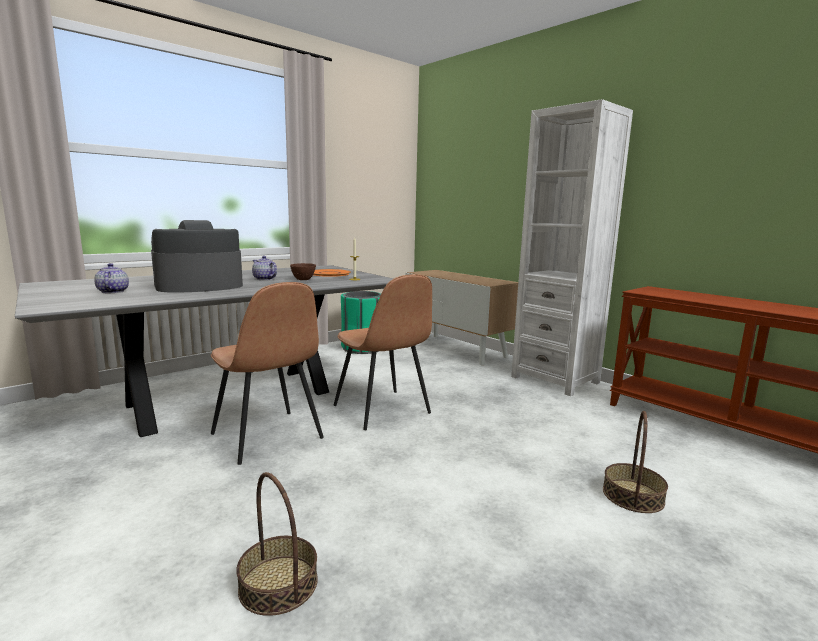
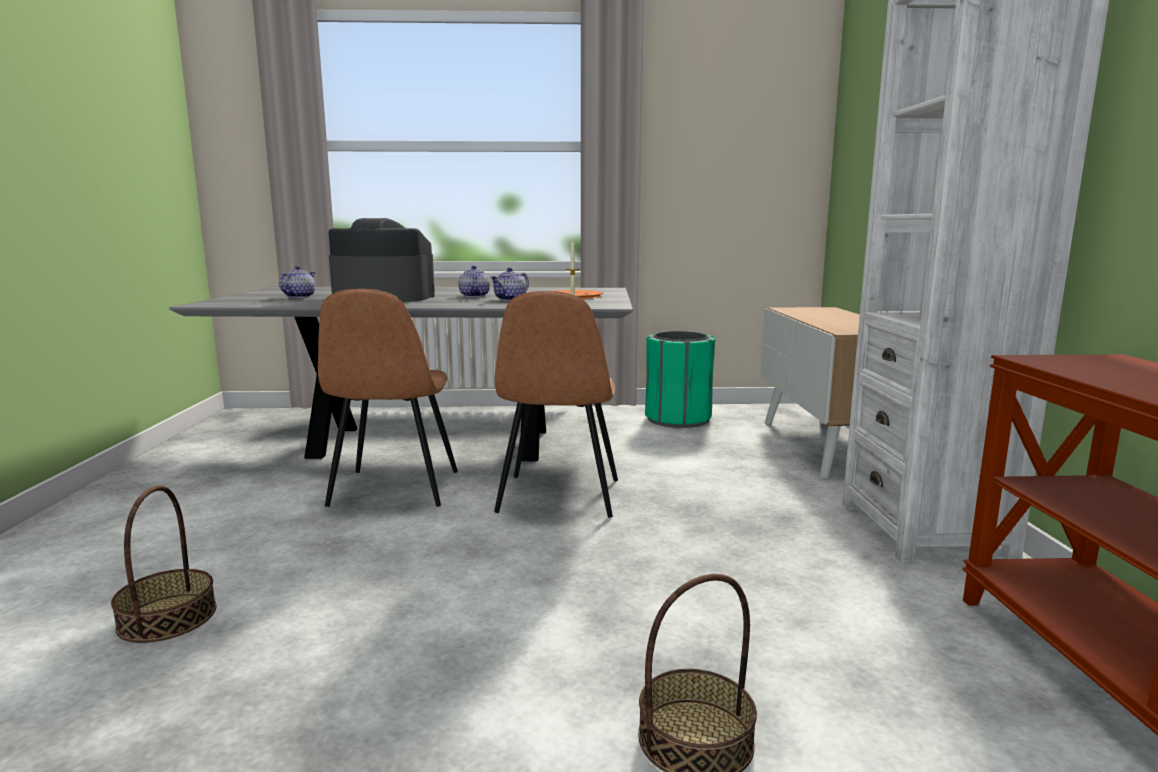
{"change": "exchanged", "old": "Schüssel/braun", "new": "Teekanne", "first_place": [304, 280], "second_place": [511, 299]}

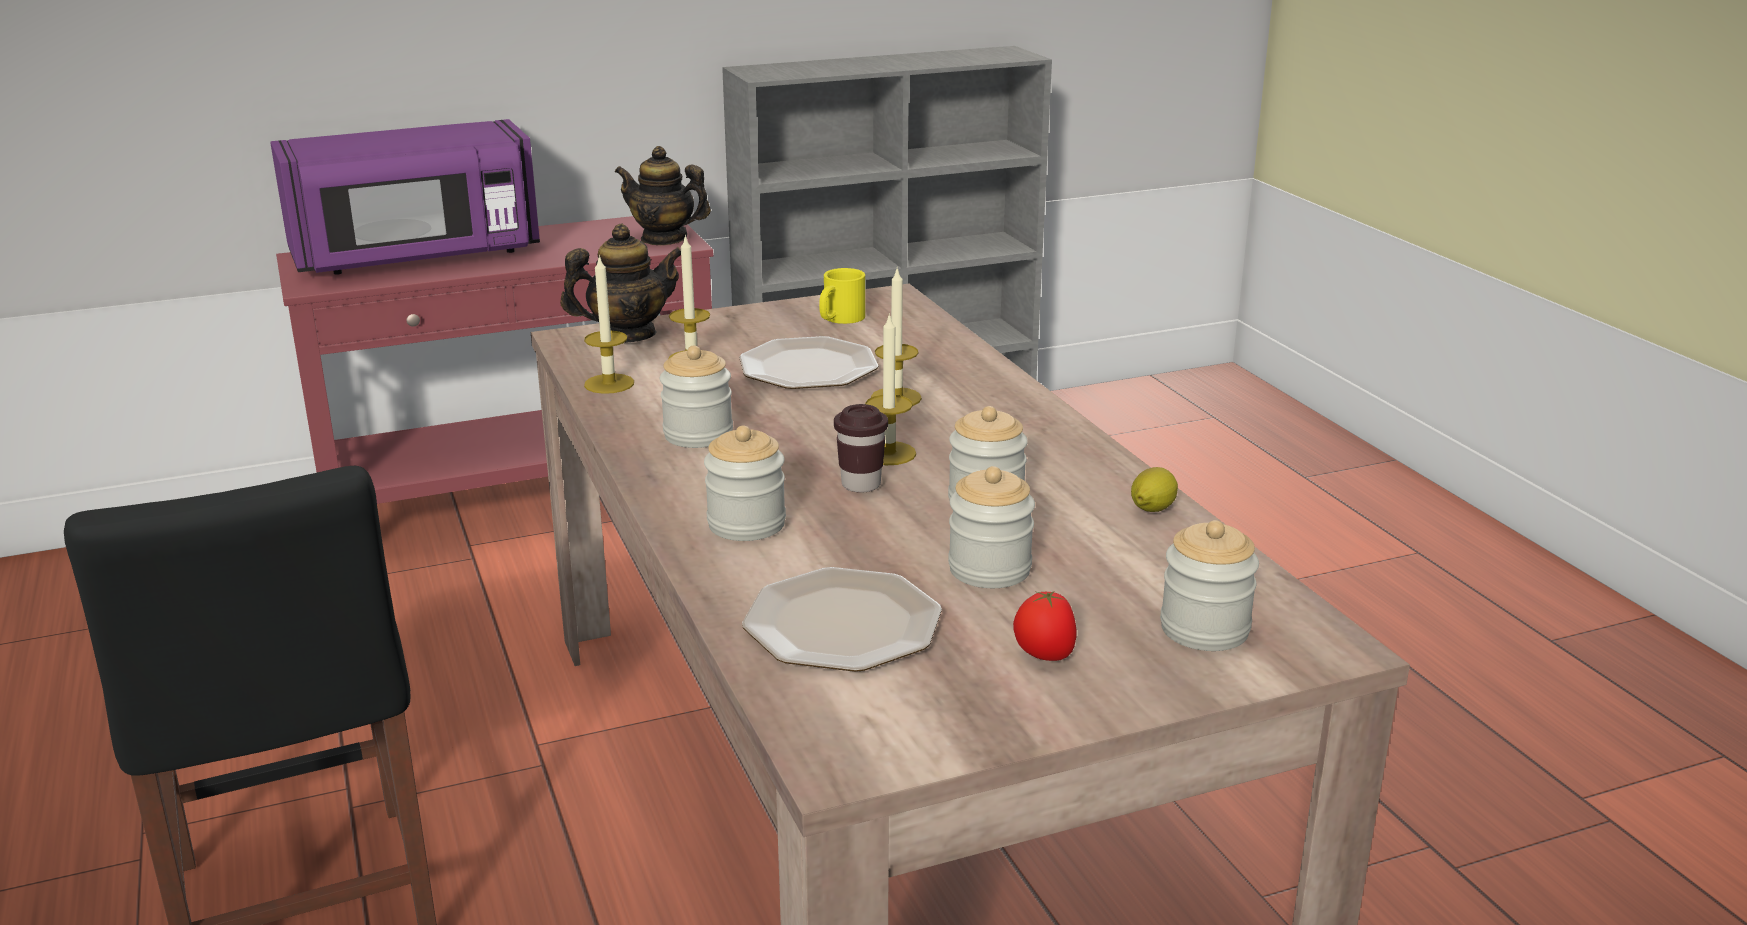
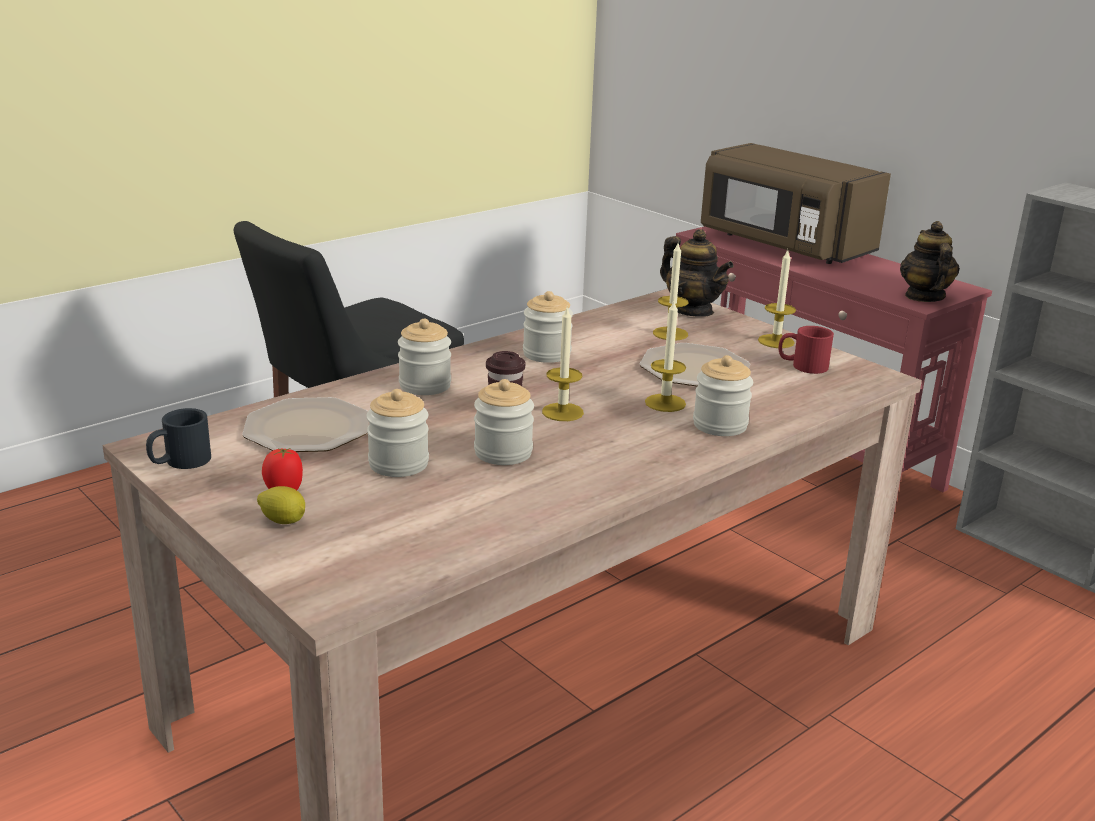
{"change": "colour", "old": "Mikrowelle/lila", "new": "Mikrowelle/braun", "first_place": [417, 257], "second_place": [783, 245]}
{"change": "relocated", "old": "Kerze", "first_place": [609, 384], "second_place": [776, 341]}
{"change": "colour", "old": "Henkelbecher/gelb", "new": "Henkelbecher/rot", "first_place": [839, 319], "second_place": [802, 365]}
{"change": "relocated", "old": "Zitrone", "first_place": [1151, 510], "second_place": [283, 521]}
{"change": "relocated", "old": "Vorratsglas", "first_place": [1204, 629], "second_place": [720, 425]}
{"change": "appeared", "new": "Henkelbecher/schwarz", "second_place": [179, 462]}

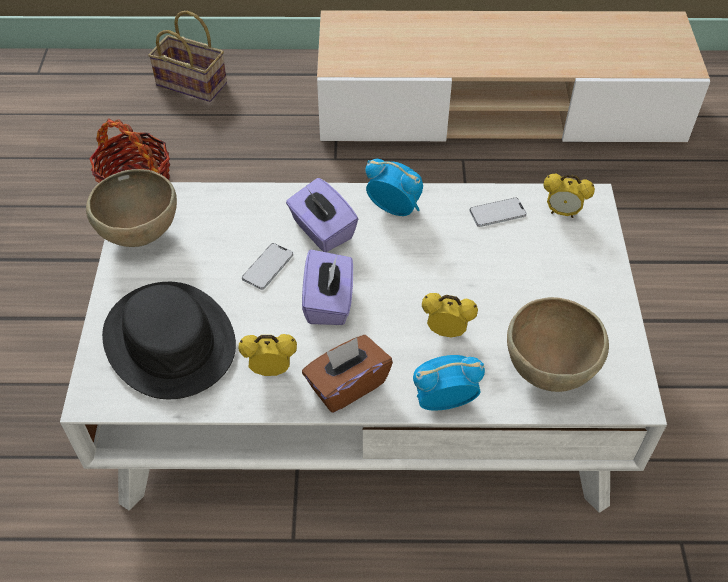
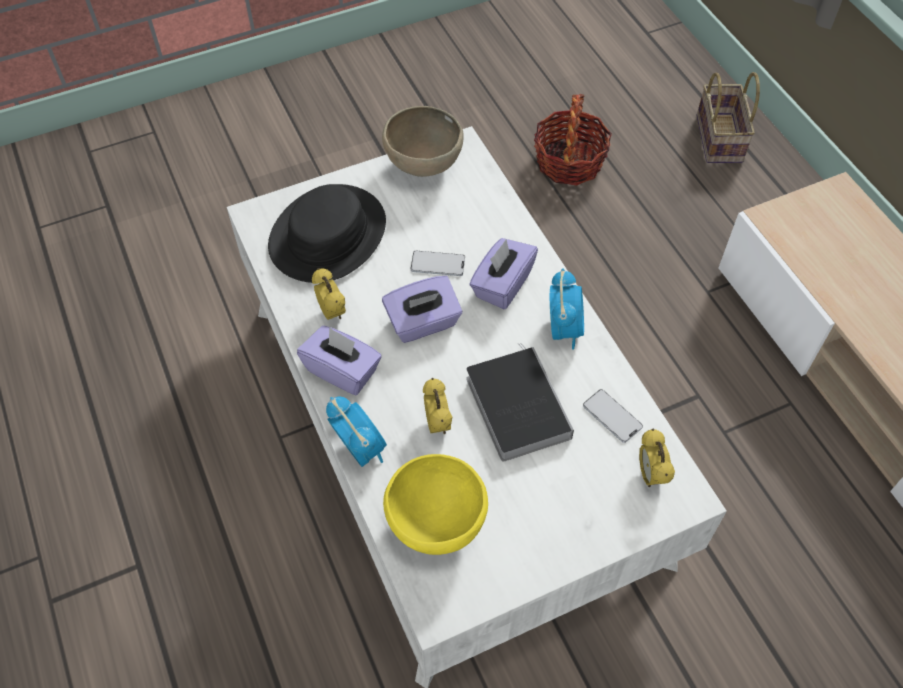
{"change": "colour", "old": "Taschentuchbox/braun", "new": "Taschentuchbox/lila", "first_place": [347, 385], "second_place": [342, 371]}
{"change": "colour", "old": "Schüssel/braun", "new": "Schüssel/gelb", "first_place": [548, 369], "second_place": [436, 523]}
{"change": "appeared", "new": "Buch", "second_place": [515, 404]}

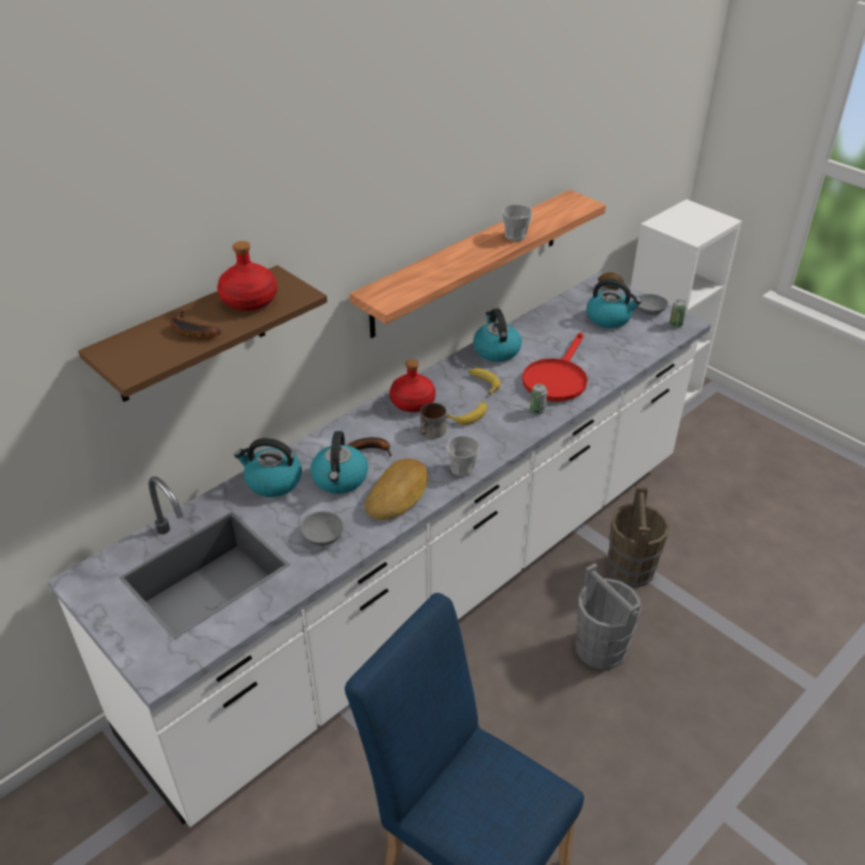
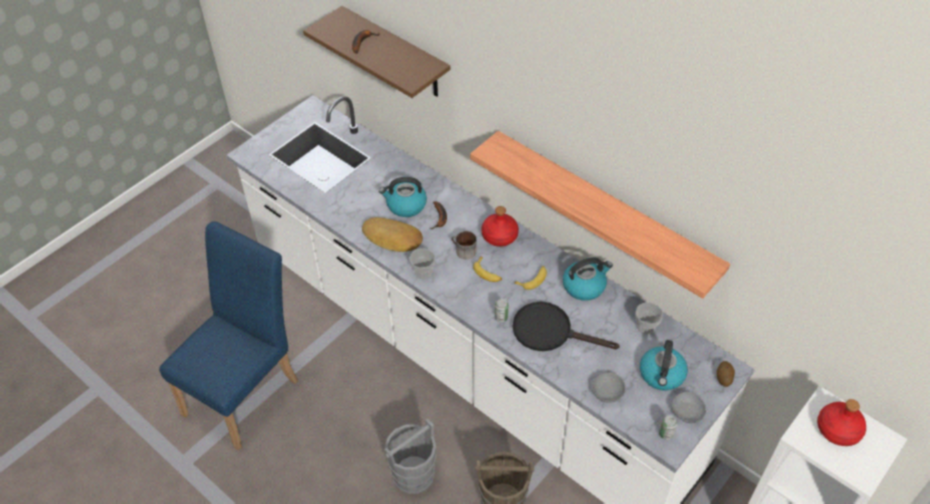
{"change": "relocated", "old": "Flasche/rot", "first_place": [249, 300], "second_place": [838, 430]}
{"change": "missing", "old": "Wasserkessel", "first_place": [272, 481]}
{"change": "relocated", "old": "Schüssel/grau", "first_place": [321, 536], "second_place": [607, 391]}
{"change": "relocated", "old": "Tasse", "first_place": [515, 236], "second_place": [646, 327]}
{"change": "colour", "old": "Pfanne/rot", "new": "Pfanne/schwarz", "first_place": [557, 378], "second_place": [550, 331]}

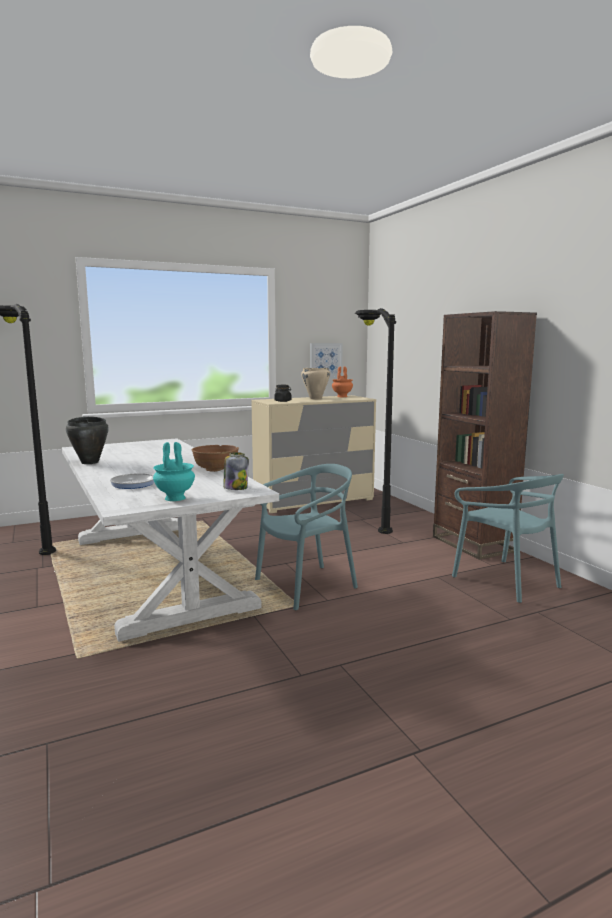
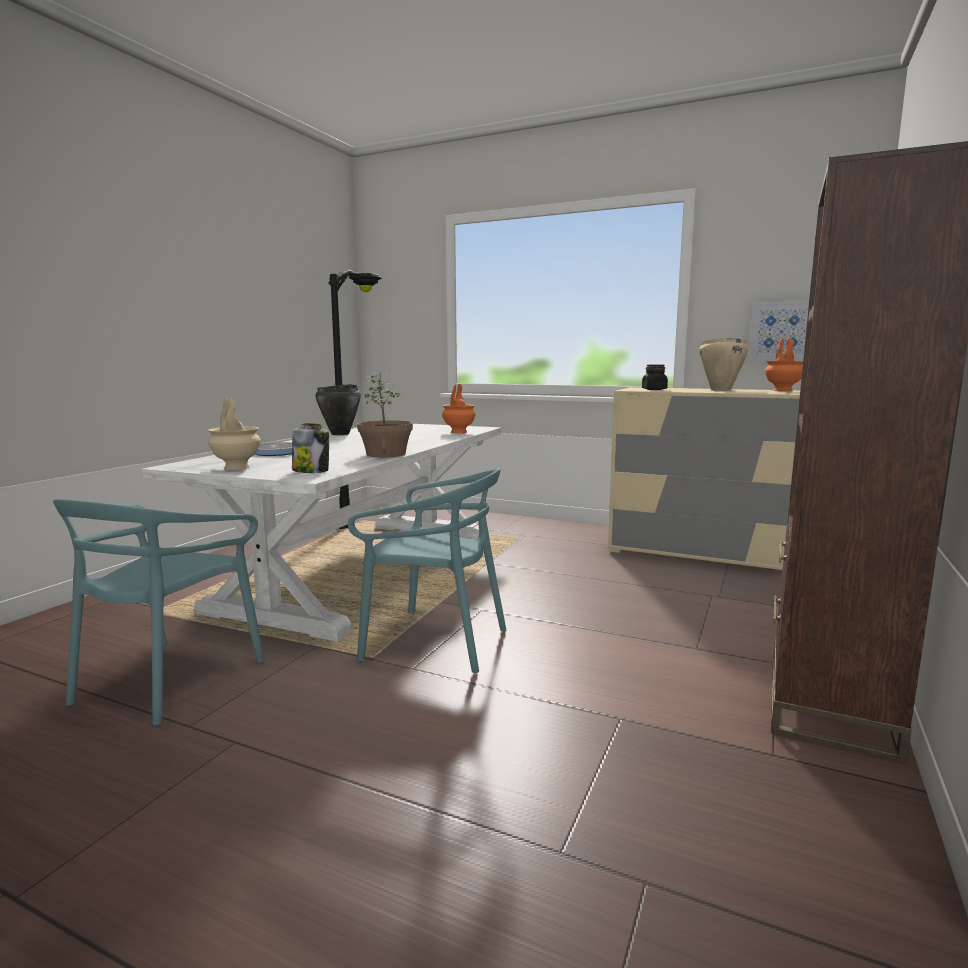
{"change": "colour", "old": "Vase/türkis", "new": "Vase/beige", "first_place": [174, 498], "second_place": [236, 467]}
{"change": "exchanged", "old": "Schüssel/braun", "new": "Topfpflanze", "first_place": [215, 469], "second_place": [386, 454]}
{"change": "missing", "old": "Stehlampe/schwarz", "first_place": [370, 518]}
{"change": "relocated", "old": "Stuhl/türkis", "first_place": [506, 580], "second_place": [168, 679]}
{"change": "appeared", "new": "Vase/orange", "second_place": [459, 432]}

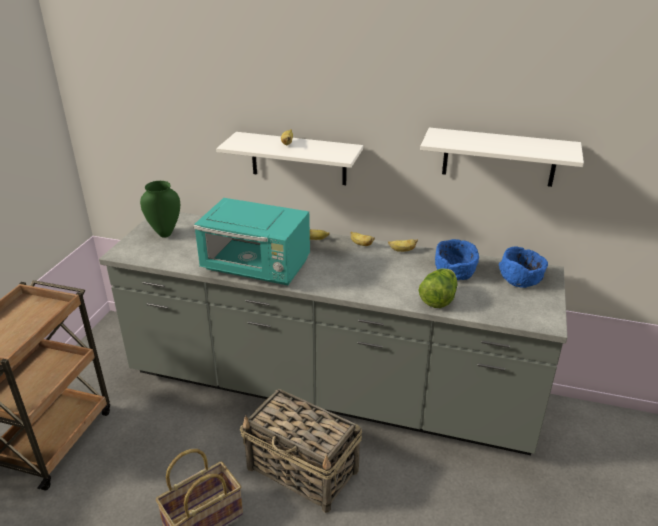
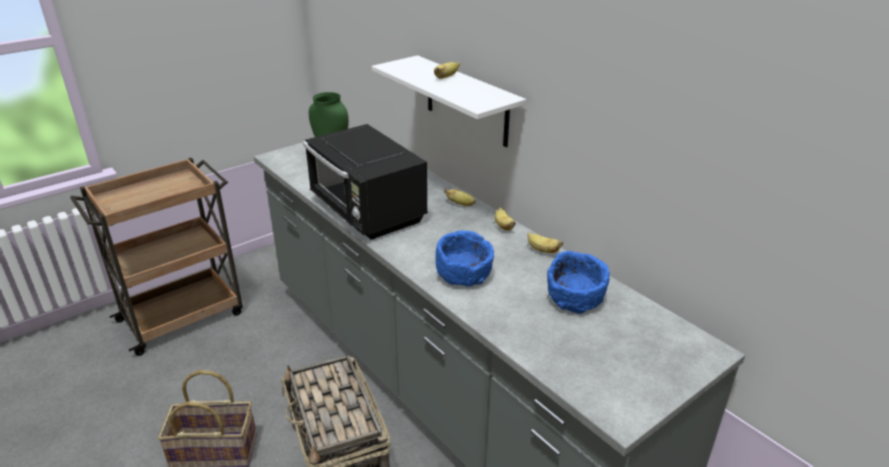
{"change": "colour", "old": "Mikrowelle/türkis", "new": "Mikrowelle/schwarz", "first_place": [257, 268], "second_place": [367, 212]}
{"change": "missing", "old": "Salatkopf", "first_place": [438, 299]}
{"change": "missing", "old": "Wandregal/weiß", "first_place": [499, 157]}
{"change": "relocated", "old": "Schüssel/blau", "first_place": [520, 279], "second_place": [463, 275]}

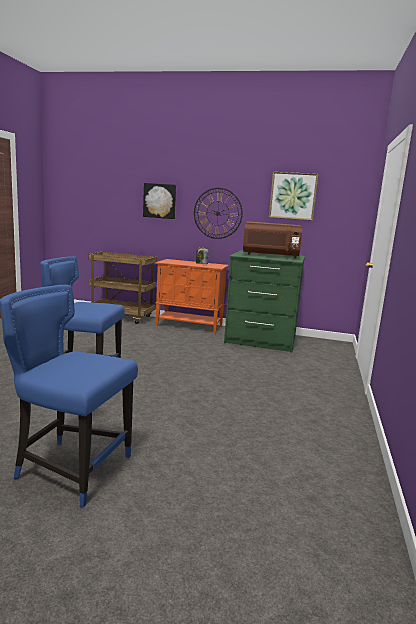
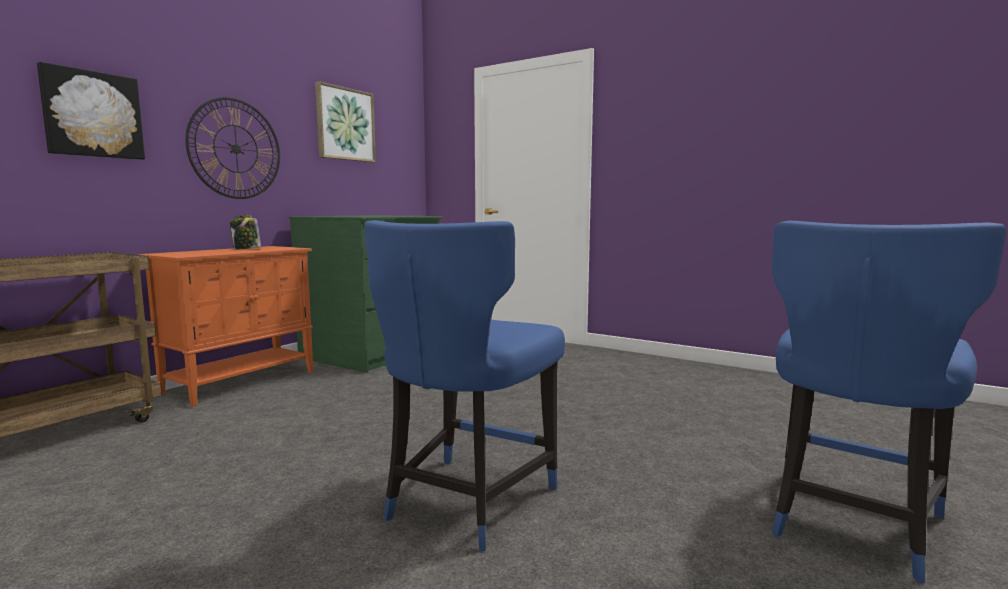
{"change": "missing", "old": "Mikrowelle/braun", "first_place": [270, 255]}

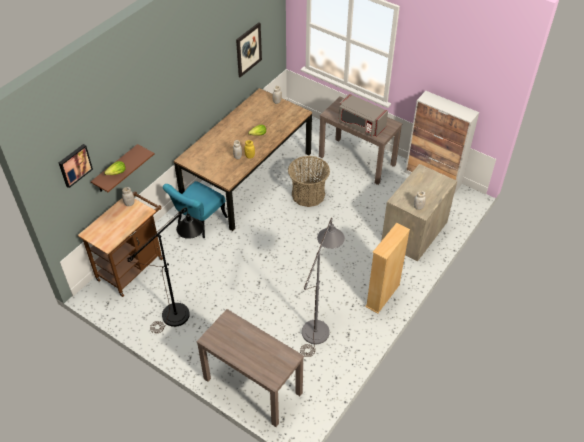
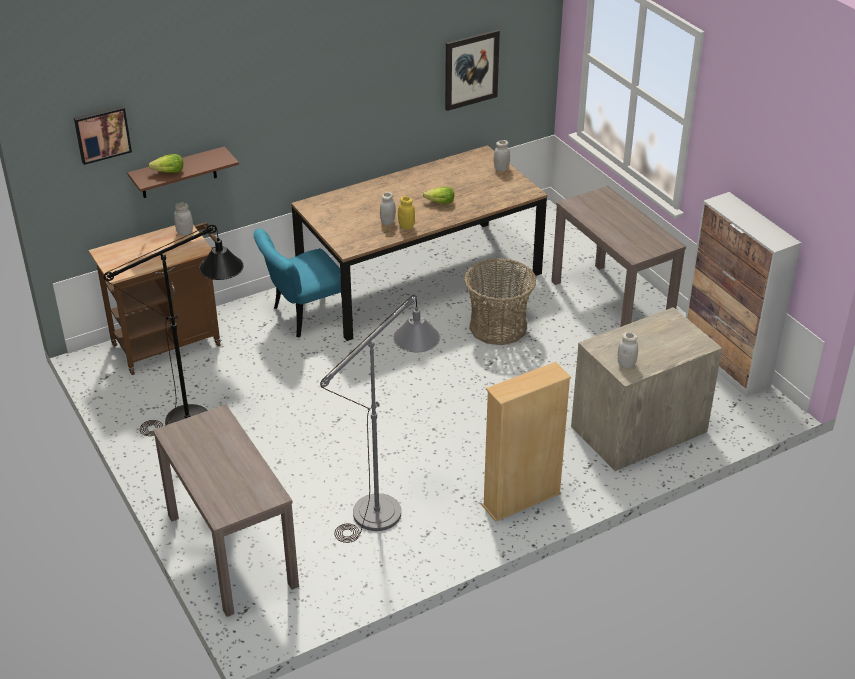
{"change": "missing", "old": "Mikrowelle/grau", "first_place": [360, 125]}

